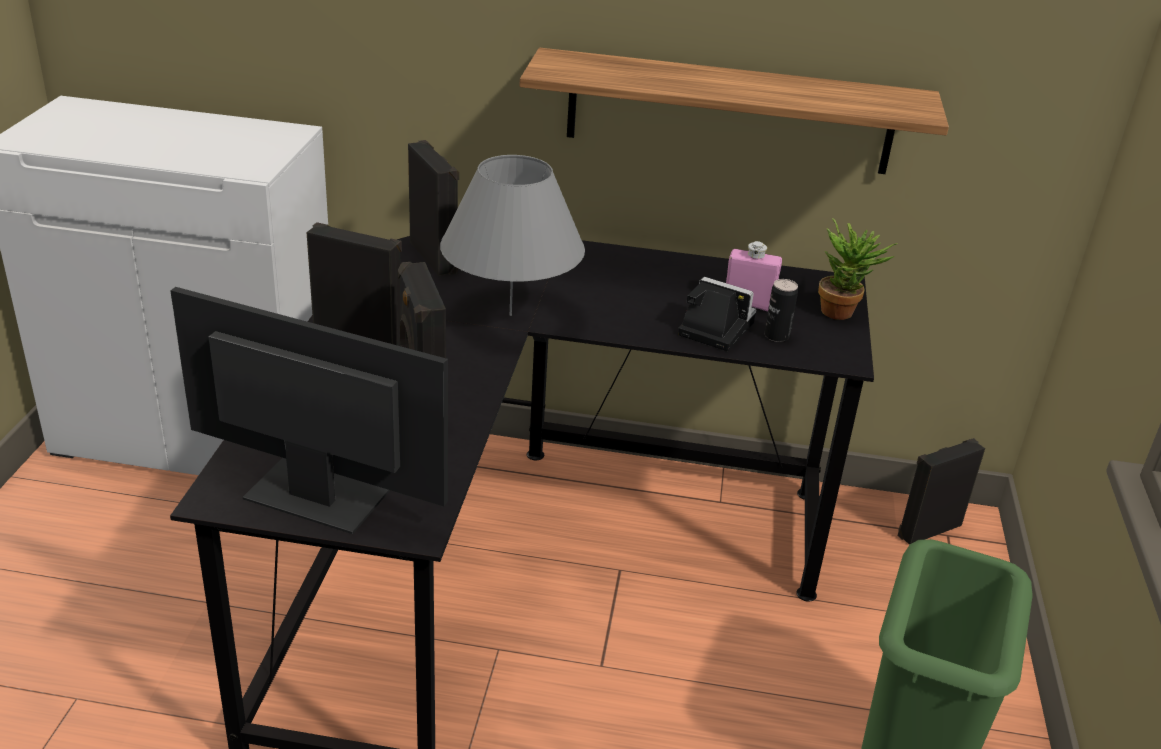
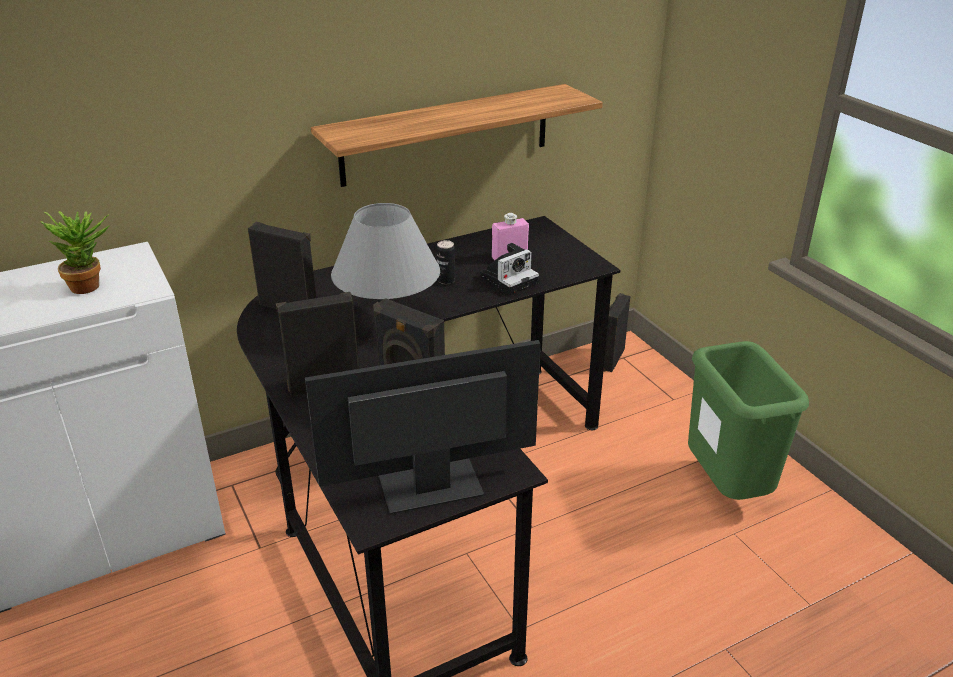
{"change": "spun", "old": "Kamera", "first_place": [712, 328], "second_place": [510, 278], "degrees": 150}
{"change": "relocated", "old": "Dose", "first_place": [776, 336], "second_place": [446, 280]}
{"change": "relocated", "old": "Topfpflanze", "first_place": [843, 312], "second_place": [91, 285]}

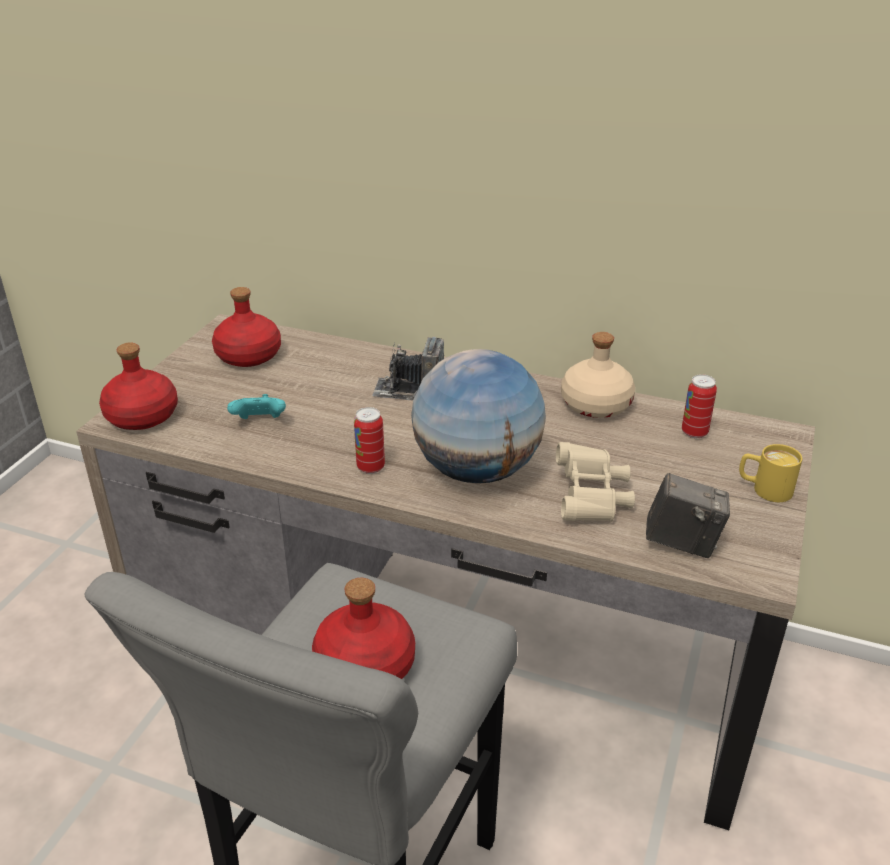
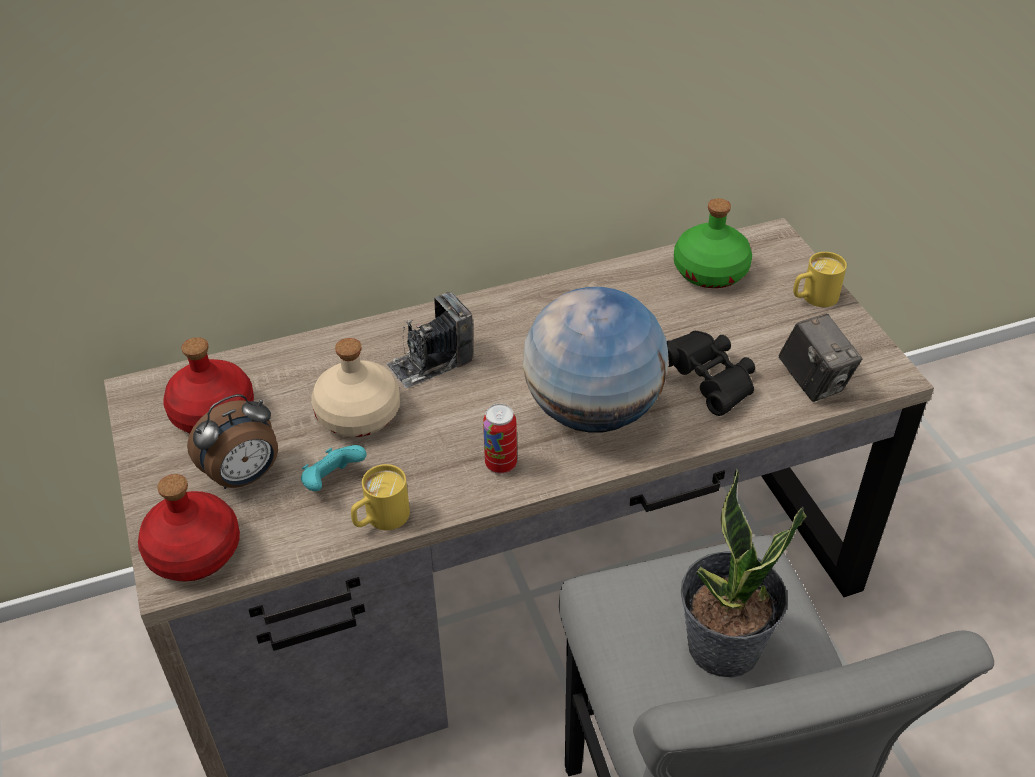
{"change": "exchanged", "old": "Flasche/rot", "new": "Topfpflanze", "first_place": [365, 665], "second_place": [723, 647]}
{"change": "colour", "old": "Fernglas/beige", "new": "Fernglas/schwarz", "first_place": [591, 498], "second_place": [710, 382]}
{"change": "relocated", "old": "Flasche/beige", "first_place": [595, 404], "second_place": [357, 414]}
{"change": "spun", "old": "Kamera", "first_place": [682, 542], "second_place": [813, 381], "degrees": 90}
{"change": "exchanged", "old": "Dose", "new": "Flasche/grün", "first_place": [694, 432], "second_place": [710, 272]}
{"change": "appeared", "new": "Wecker", "second_place": [244, 476]}
{"change": "appeared", "new": "Henkelbecher/gelb", "second_place": [380, 519]}

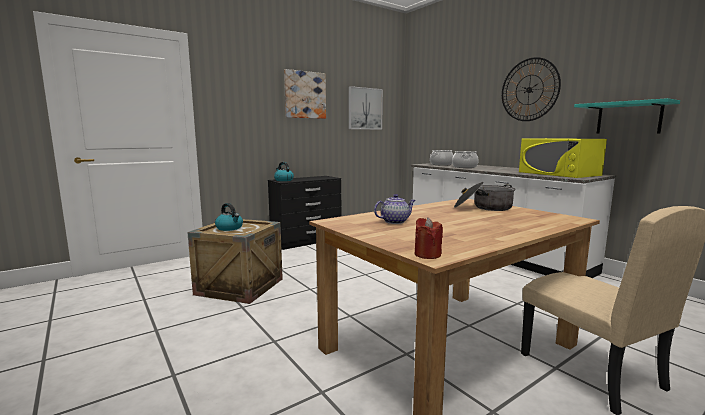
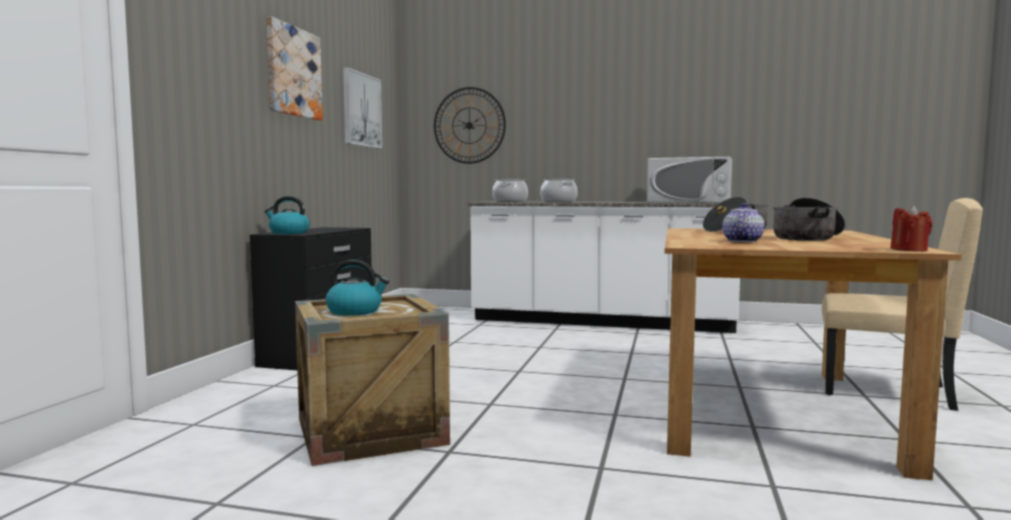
{"change": "relocated", "old": "Wanduhr", "first_place": [529, 90], "second_place": [469, 125]}
{"change": "colour", "old": "Mikrowelle/gelb", "new": "Mikrowelle/weiß", "first_place": [558, 173], "second_place": [689, 202]}
{"change": "missing", "old": "Wandregal/türkis", "first_place": [628, 118]}
{"change": "appeared", "new": "Kochtopf", "second_place": [808, 238]}

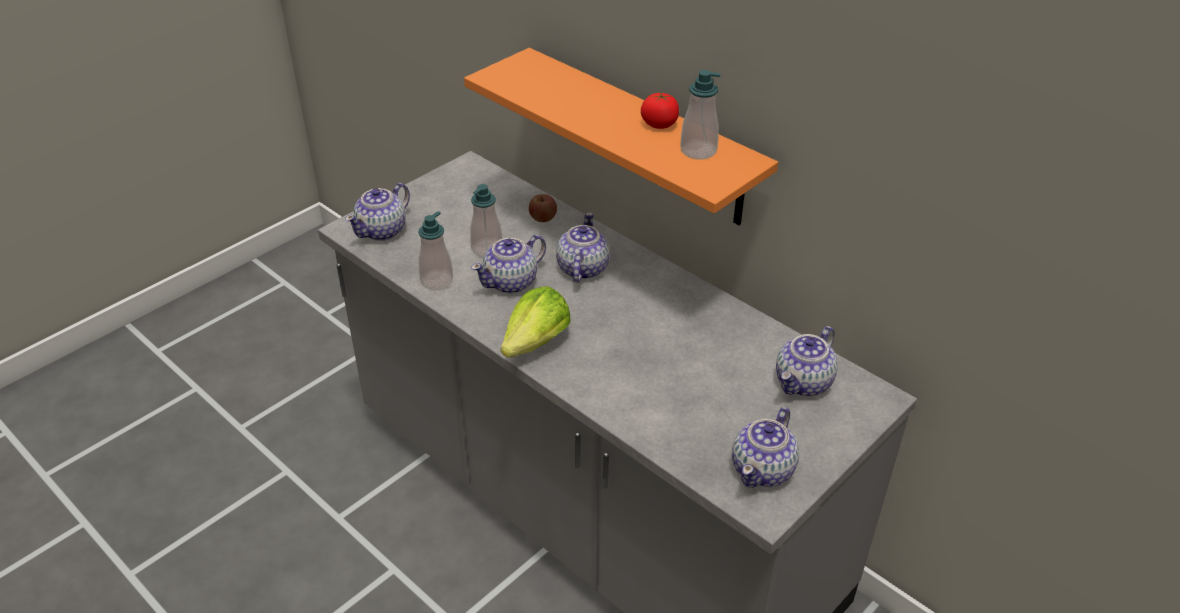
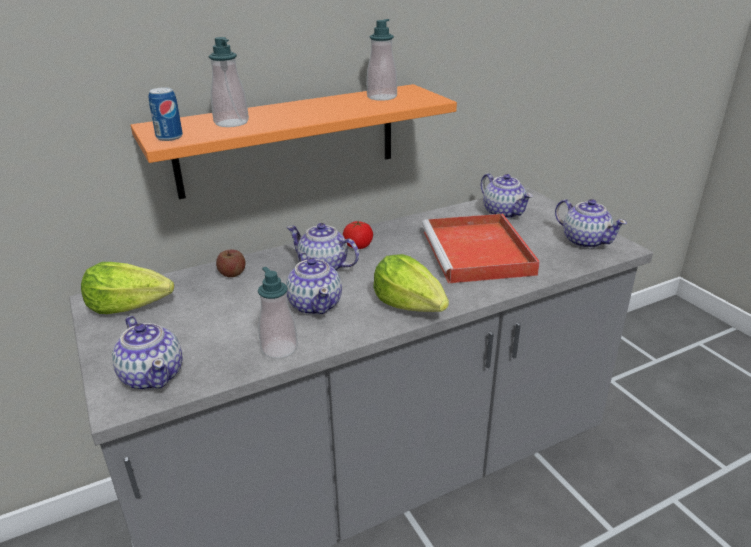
{"change": "relocated", "old": "Seifenspender", "first_place": [487, 248], "second_place": [231, 123]}
{"change": "relocated", "old": "Tomate", "first_place": [659, 124], "second_place": [358, 246]}
{"change": "appeared", "new": "Salatkopf", "second_place": [130, 306]}
{"change": "appeared", "new": "Dose", "second_place": [169, 137]}
{"change": "appeared", "new": "Tablett/rot", "second_place": [478, 253]}

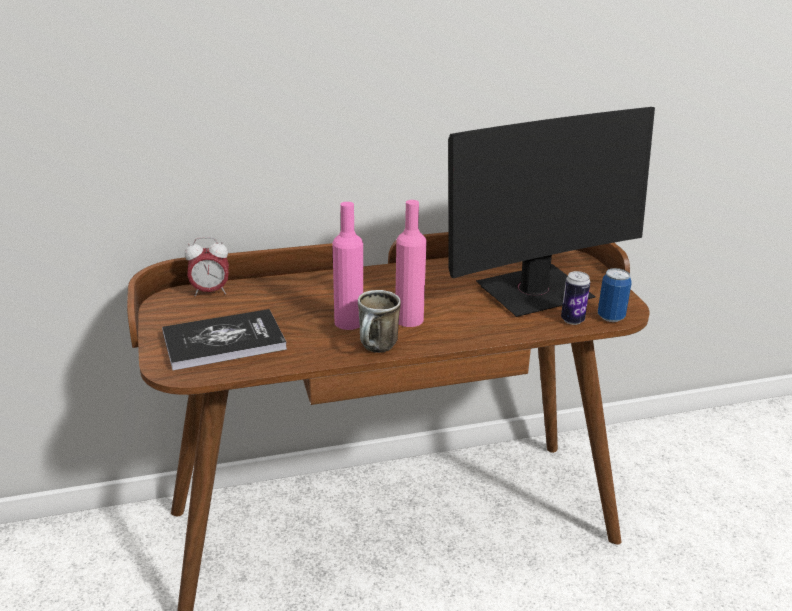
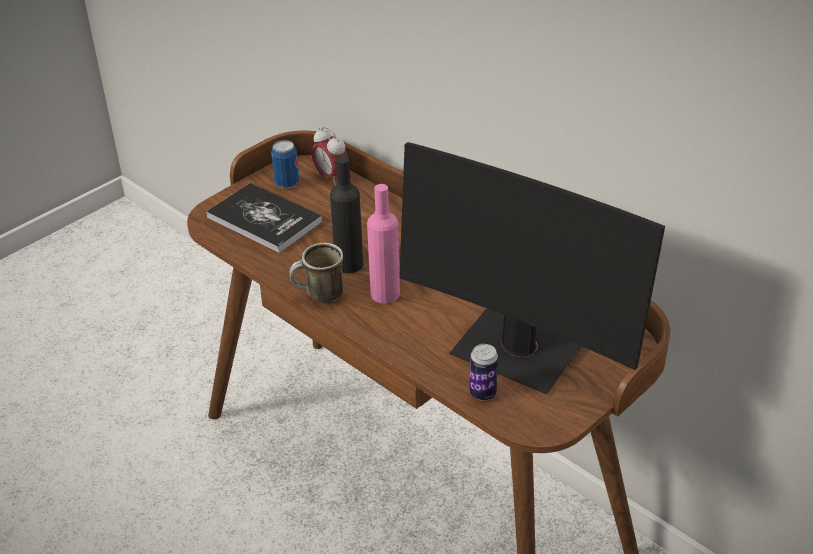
{"change": "colour", "old": "Flasche/rosa", "new": "Flasche/schwarz", "first_place": [348, 322], "second_place": [349, 264]}
{"change": "relocated", "old": "Dose", "first_place": [610, 317], "second_place": [287, 183]}

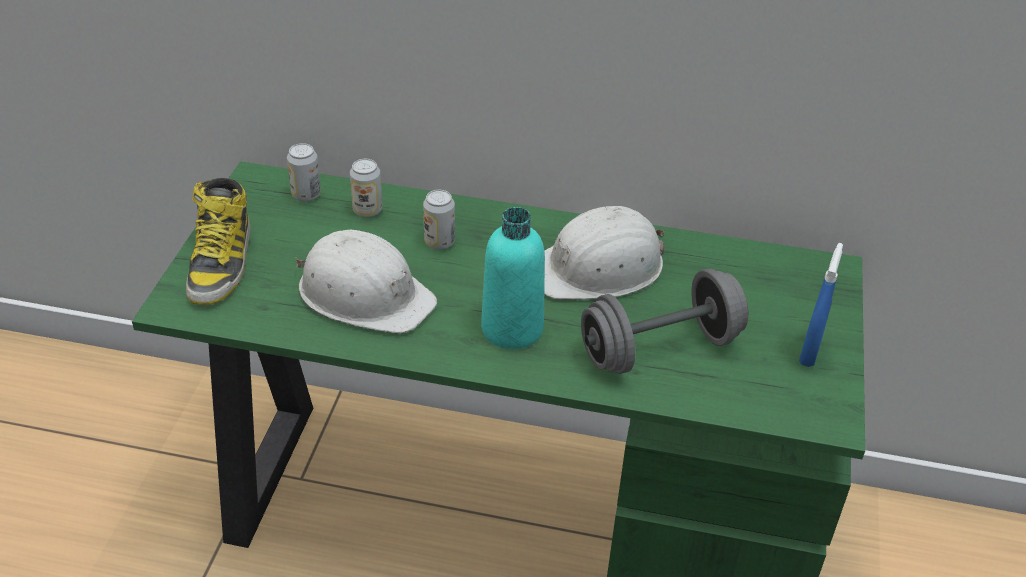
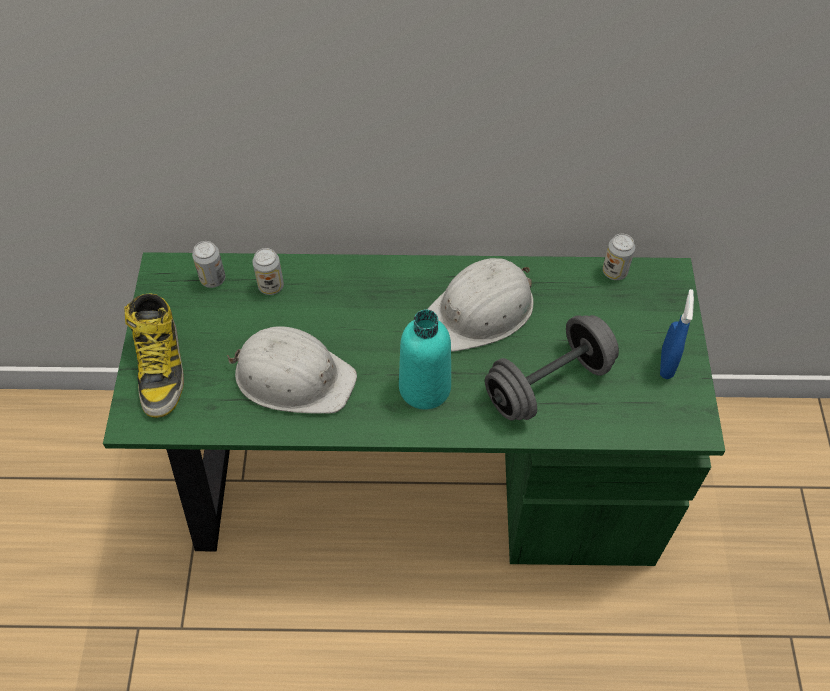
{"change": "relocated", "old": "Dose", "first_place": [439, 242], "second_place": [614, 272]}

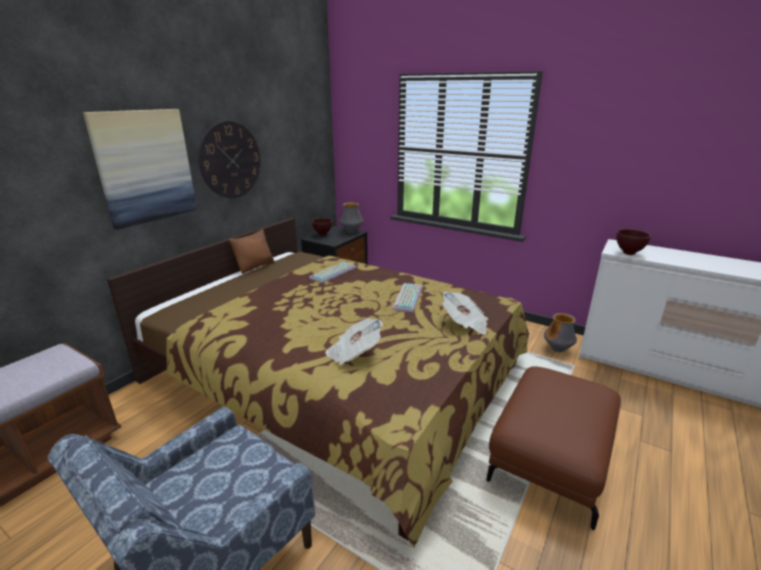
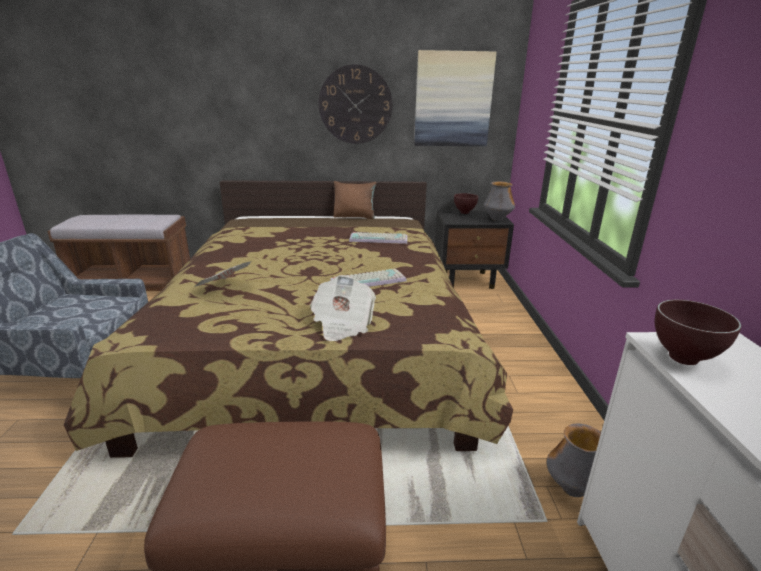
{"change": "relocated", "old": "Bild", "first_place": [145, 167], "second_place": [453, 100]}

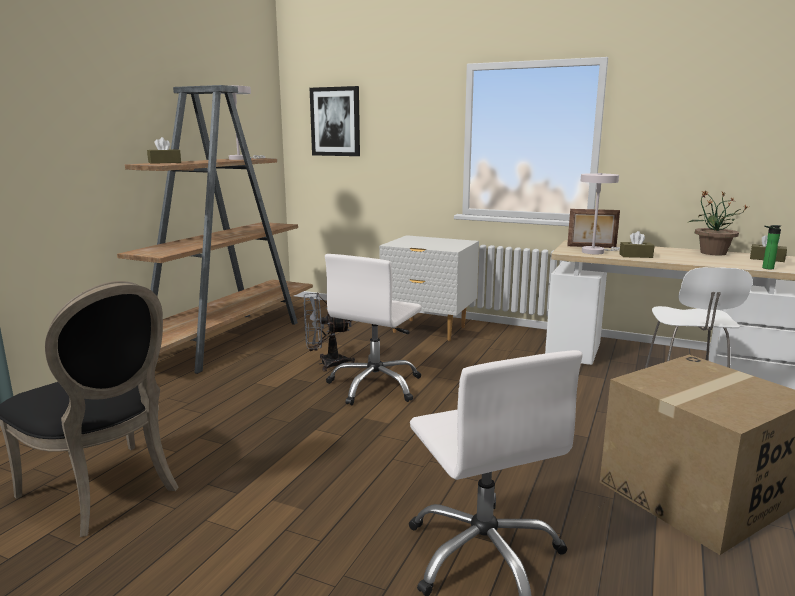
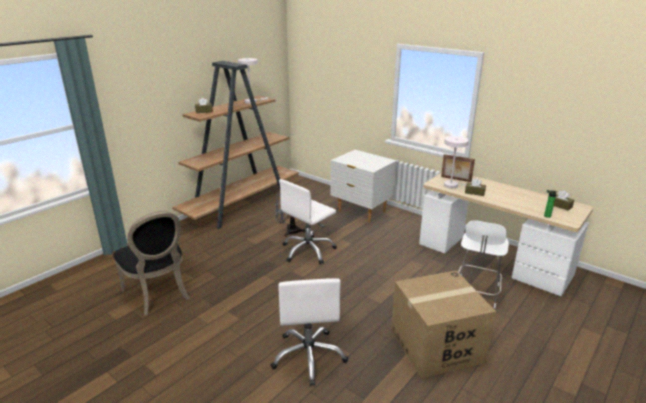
{"change": "missing", "old": "Bild", "first_place": [335, 121]}
{"change": "missing", "old": "Topfpflanze", "first_place": [712, 253]}

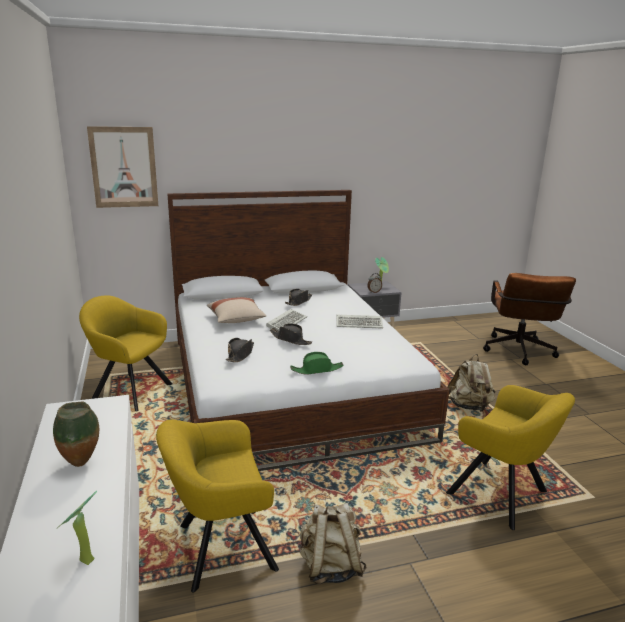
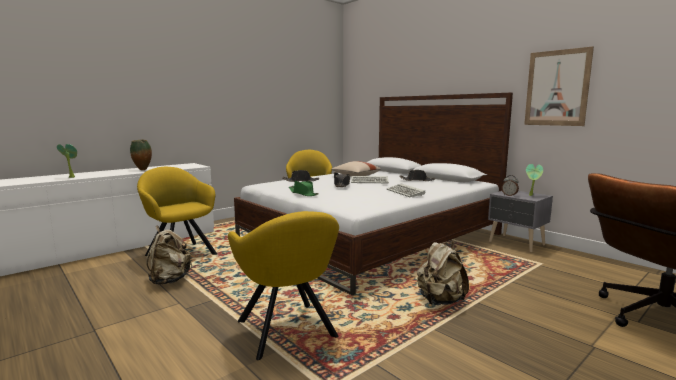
{"change": "relocated", "old": "Bild", "first_place": [124, 167], "second_place": [557, 88]}
{"change": "spun", "old": "Sessel/gelb", "first_place": [502, 495], "second_place": [288, 332], "degrees": -45}

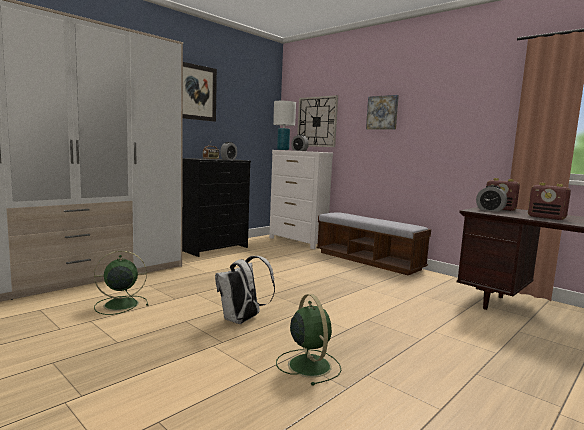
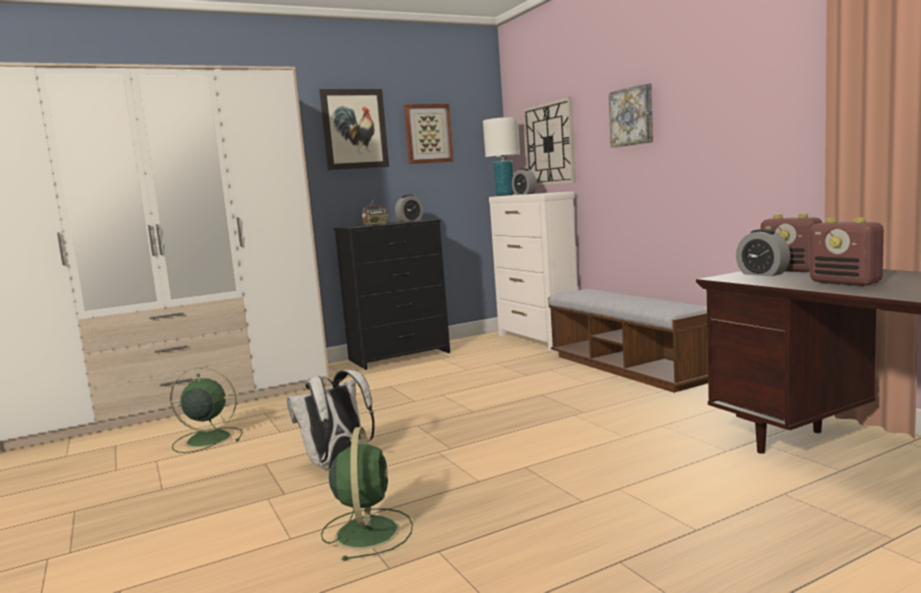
{"change": "appeared", "new": "Bild", "second_place": [428, 134]}

